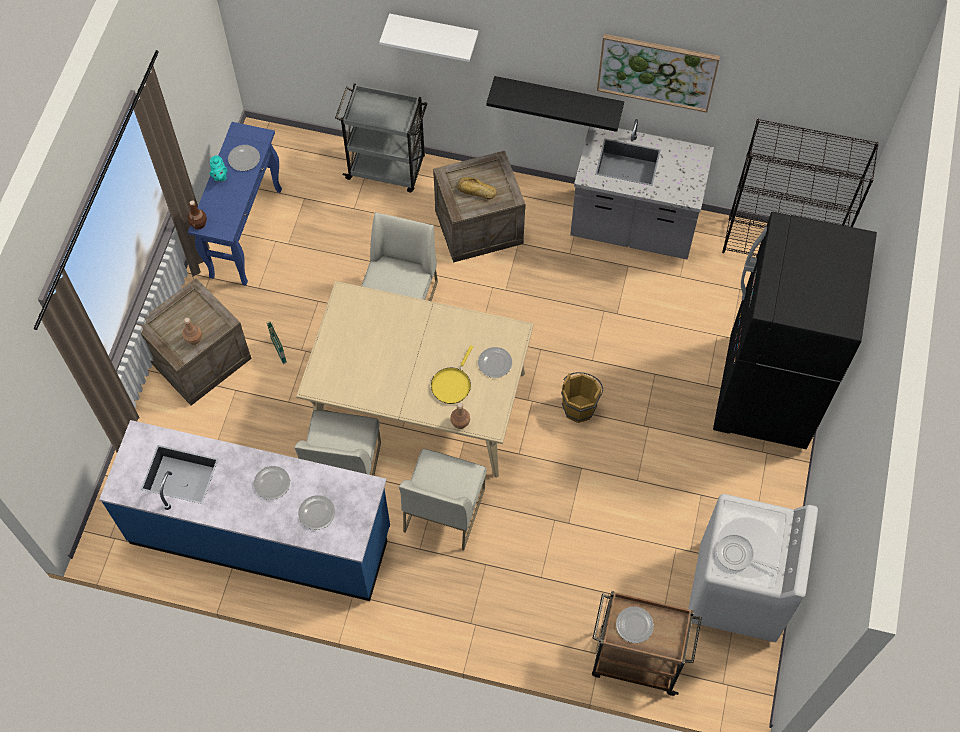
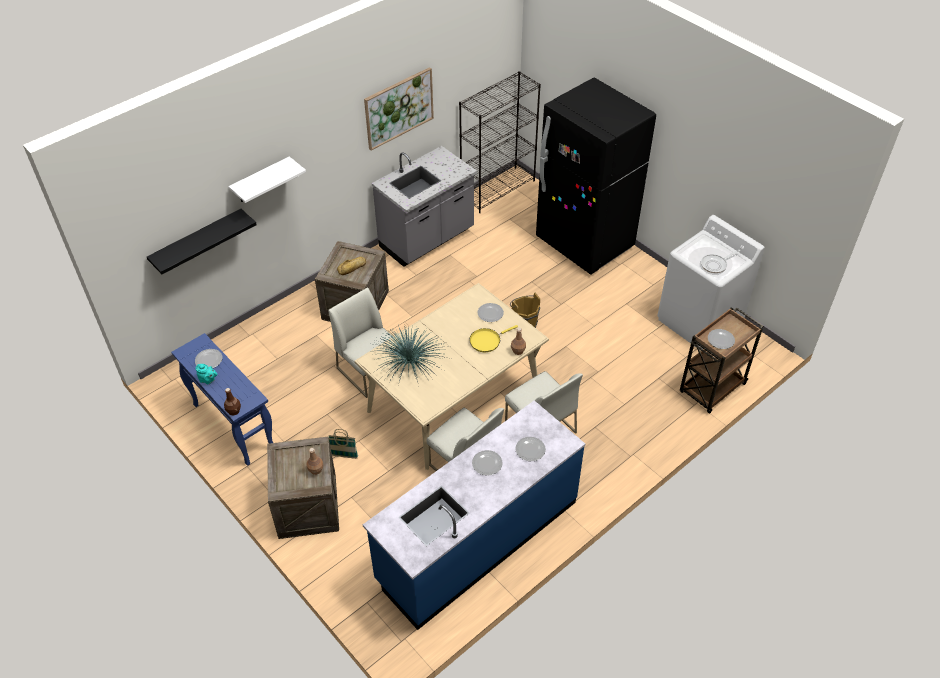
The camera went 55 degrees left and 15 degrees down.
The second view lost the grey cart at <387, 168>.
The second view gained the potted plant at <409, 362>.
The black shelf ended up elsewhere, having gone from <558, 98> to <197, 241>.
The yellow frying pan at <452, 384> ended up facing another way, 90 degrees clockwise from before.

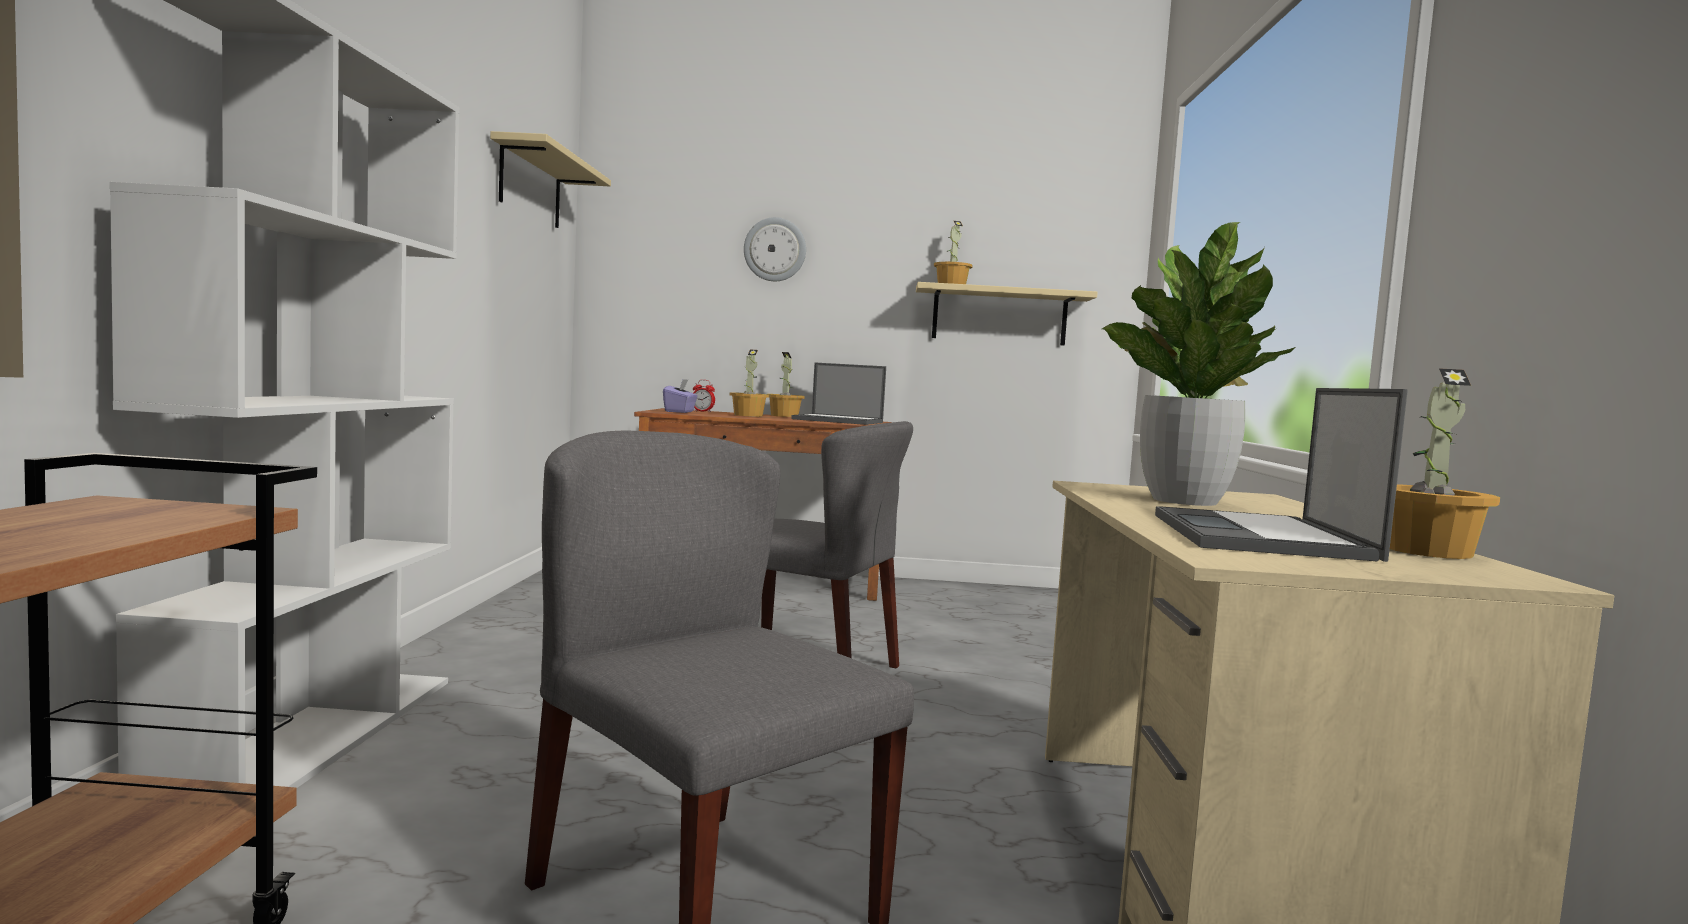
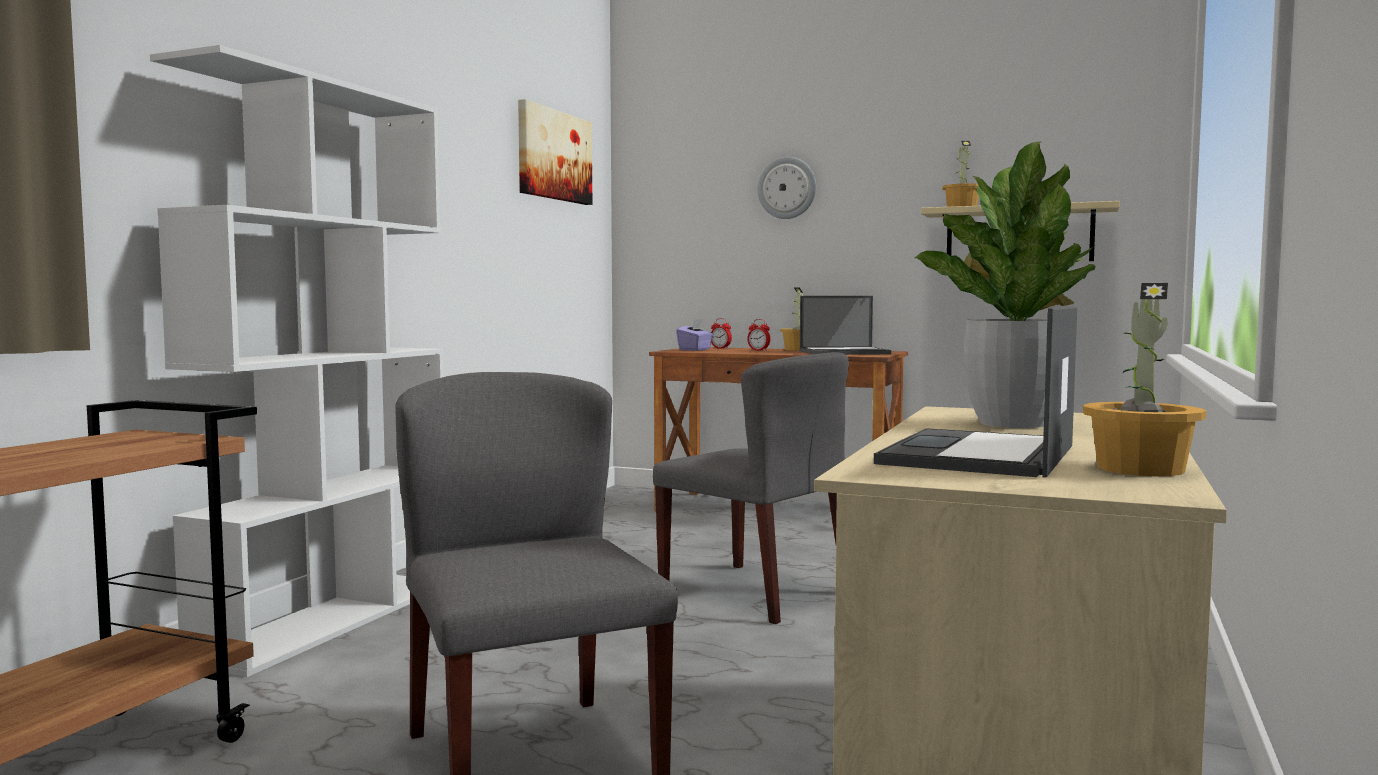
The camera went 20 degrees right and 0 degrees up.
Where the beige shelf hung at <530, 186>, the picture came to hang at <554, 155>.
Where the potted plant stood at <748, 415>, the alarm clock came to stand at <758, 350>.
The laptop at <839, 421> ended up facing another way, 45 degrees counterclockwise from before.

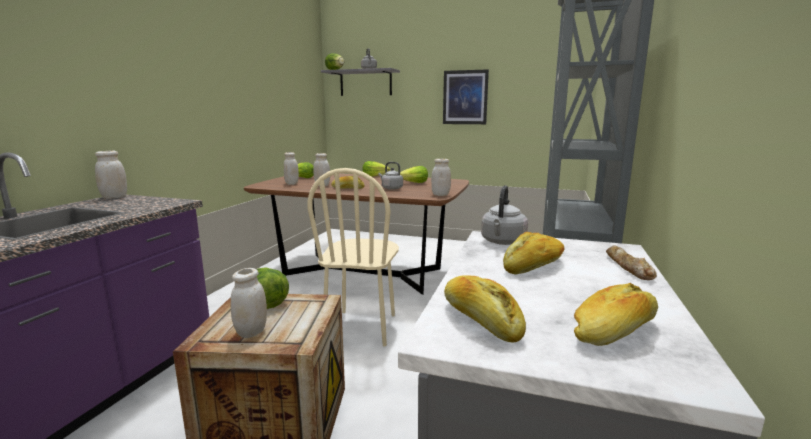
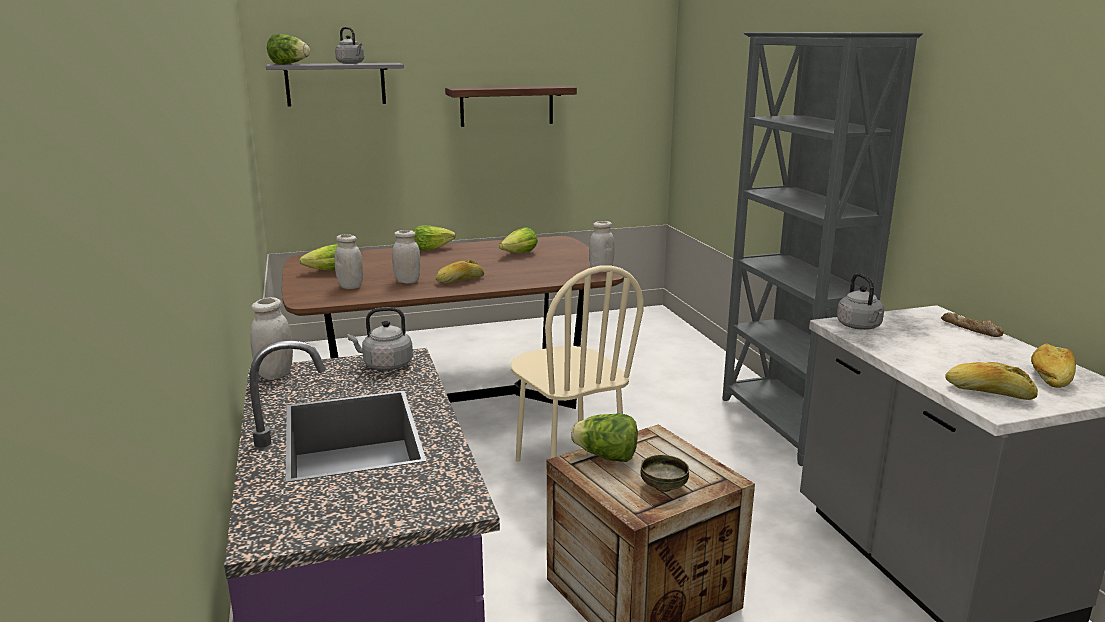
The camera went 35 degrees left and 5 degrees up.
The second view lost the bread at <534, 266>.
The grey kettle ended up elsewhere, having gone from <391, 188> to <385, 365>.
Where the white jar stood at <251, 332>, the bowl came to stand at <663, 487>.
Where the picture hung at <465, 97>, the shelf came to hang at <507, 105>.

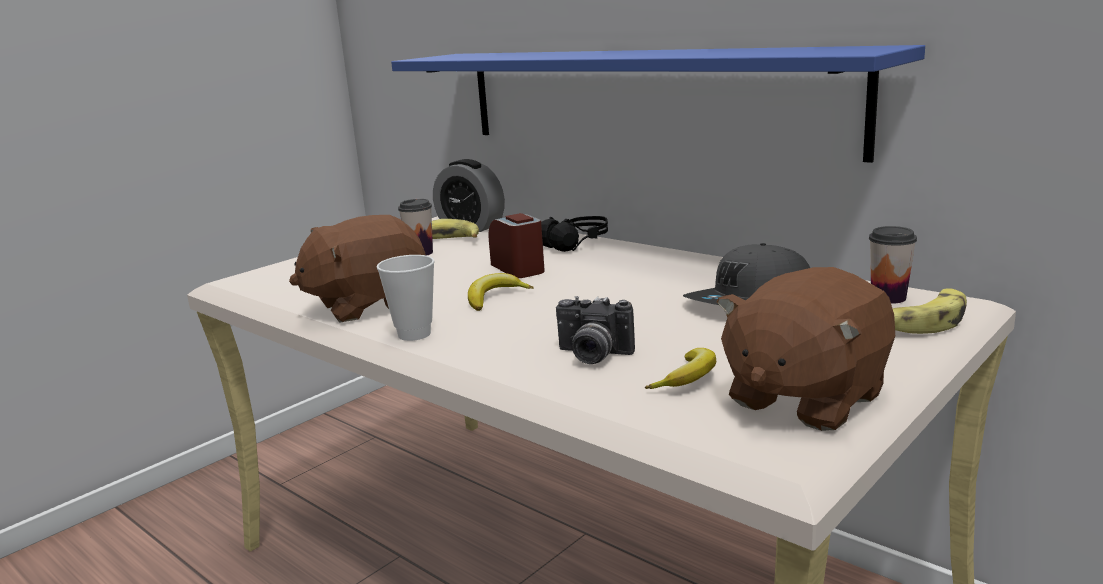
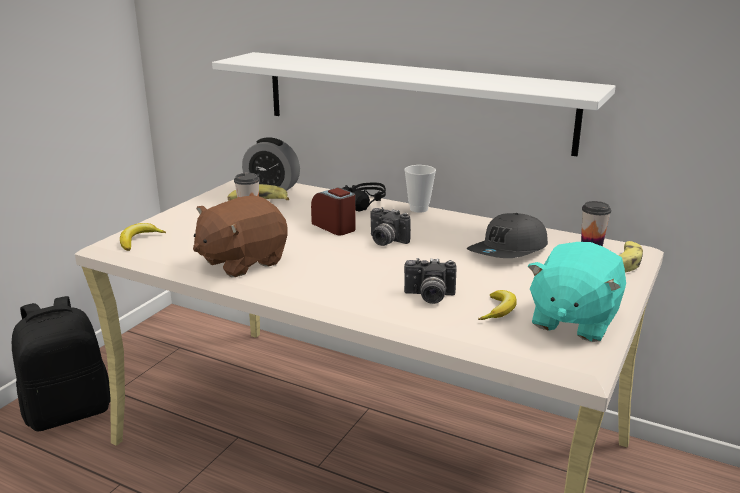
The camera went 15 degrees left and 5 degrees up.
The second view gained the black backpack at <69, 411>.
The second view gained the photo camera at <385, 241>.
The cup ended up elsewhere, having gone from <414, 334> to <418, 209>.
The banana ended up elsewhere, having gone from <495, 298> to <139, 240>.
What was the blue shelf at <643, 98> turned into the white shelf at <412, 100>.
What was the brown plush toy at <804, 398> turned into the turquoise plush toy at <573, 320>.

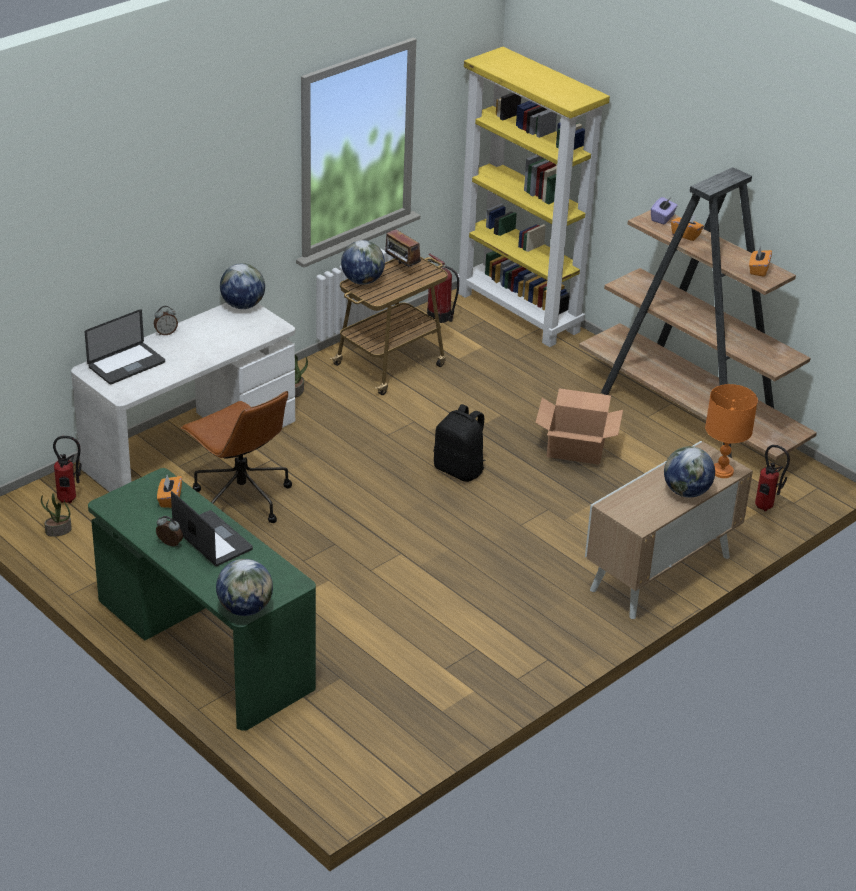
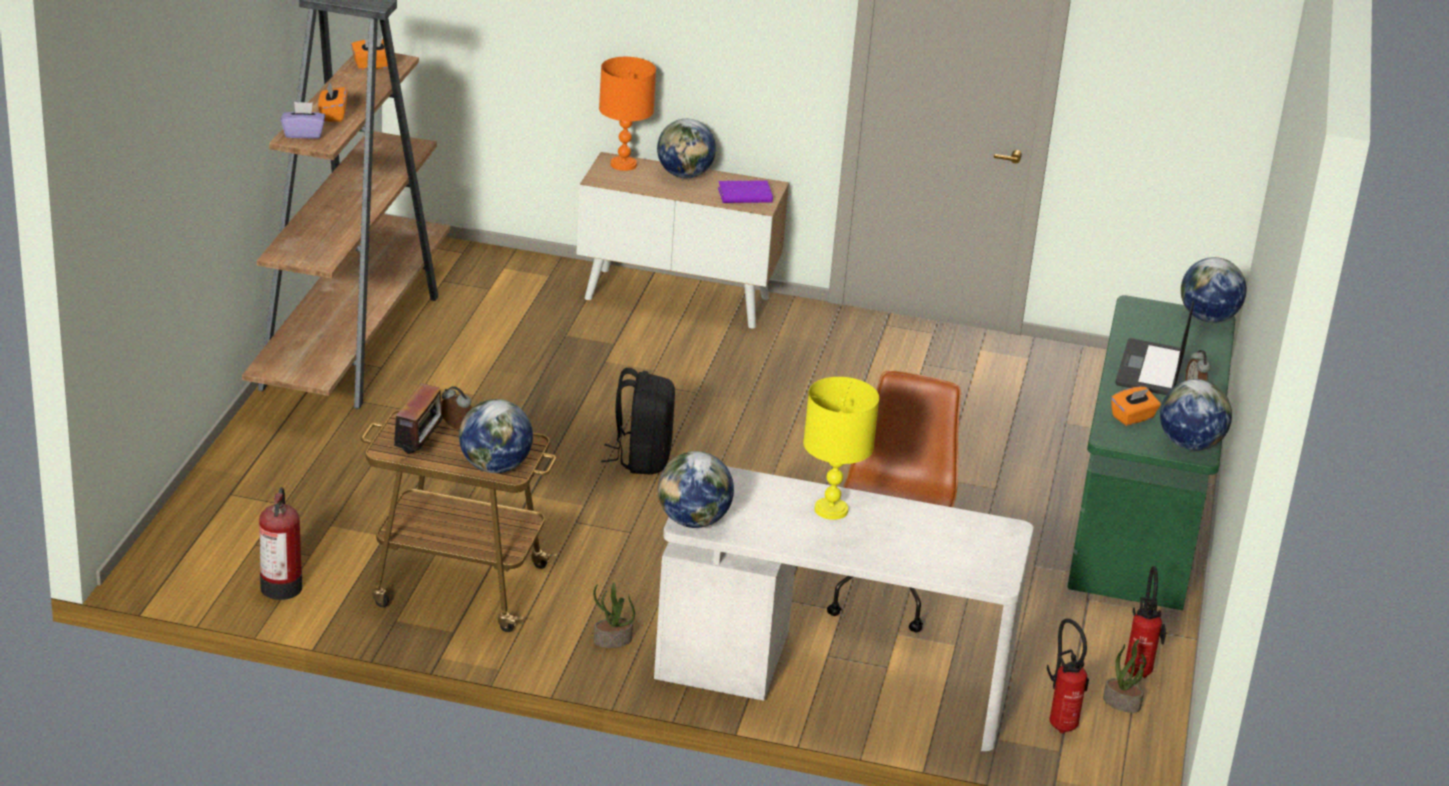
The camera went 125 degrees left and 5 degrees down.
The second view lost the laptop at <126, 365>.
The second view lost the yellow bookcase at <519, 312>.
The second view lost the cardboard box at <576, 446>.
The second view gained the purple book at <745, 195>.
The second view gained the yellow table lamp at <832, 510>.
The second view gained the globe at <1189, 444>.
The alarm clock ended up elsewhere, having gone from <166, 333> to <456, 428>.
The fire extinguisher ended up elsewhere, having gone from <766, 508> to <1139, 669>.

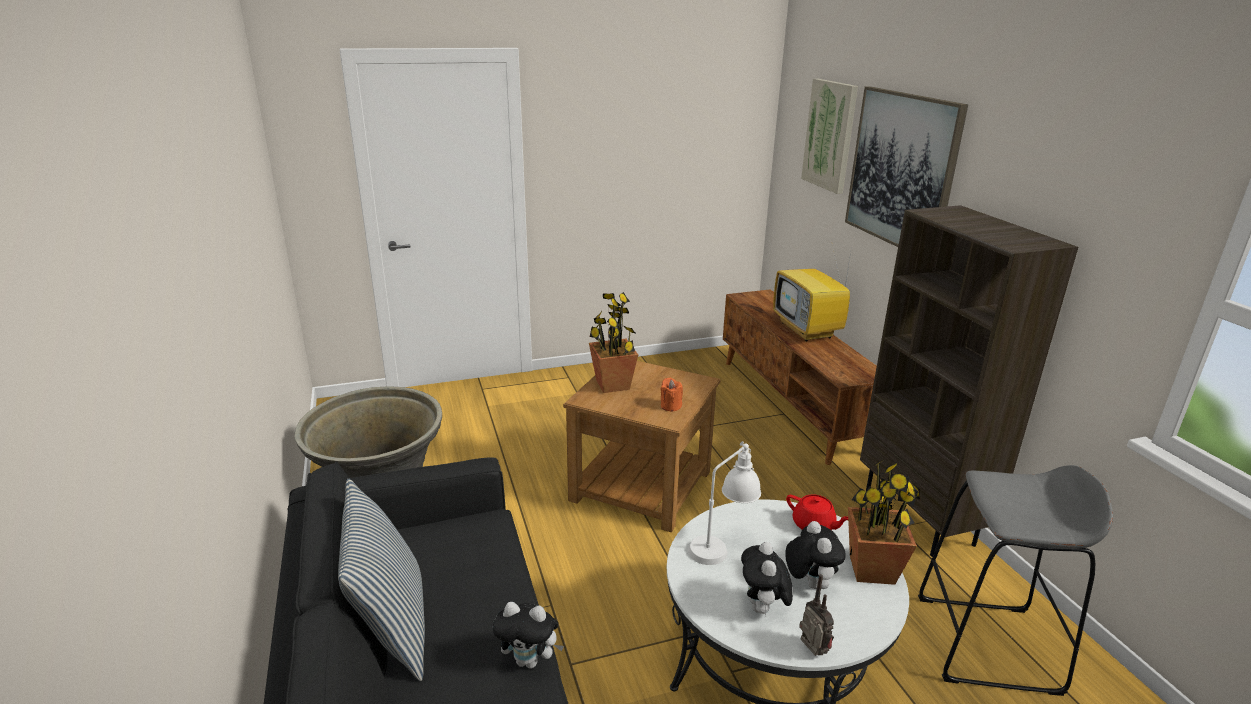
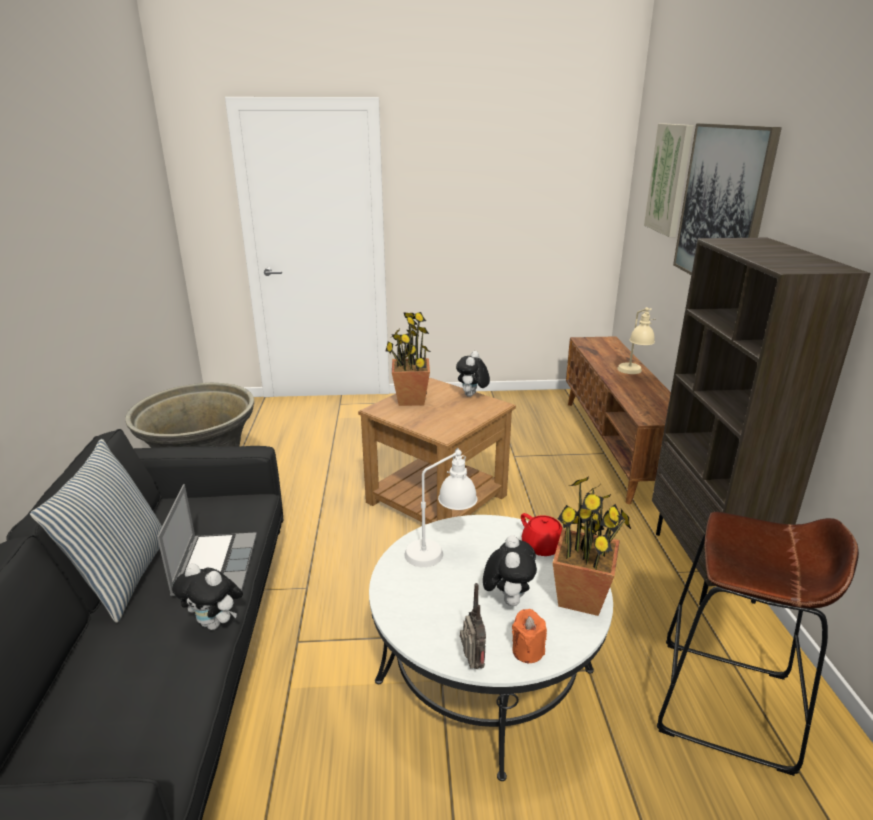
The camera went 15 degrees right and 0 degrees up.
The second view gained the laptop at <215, 565>.
The orange candle ended up elsewhere, having gone from <670, 406> to <527, 651>.
The plush toy ended up elsewhere, having gone from <763, 609> to <472, 396>.
Where the television stood at <808, 330>, the beige table lamp came to stand at <633, 373>.
What was the grey stool at <987, 644> turned into the brown stool at <725, 704>.

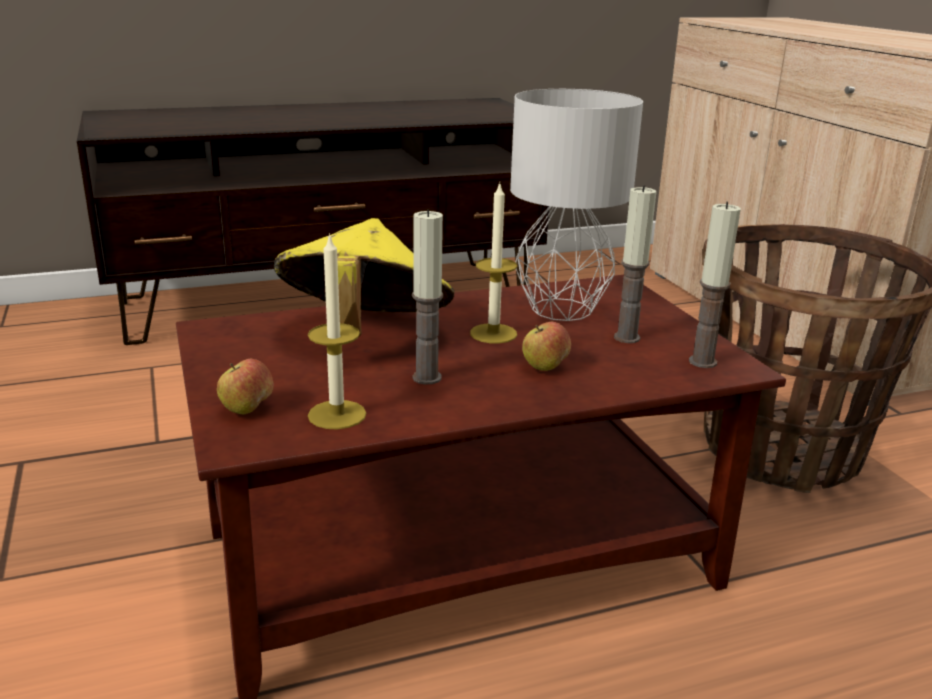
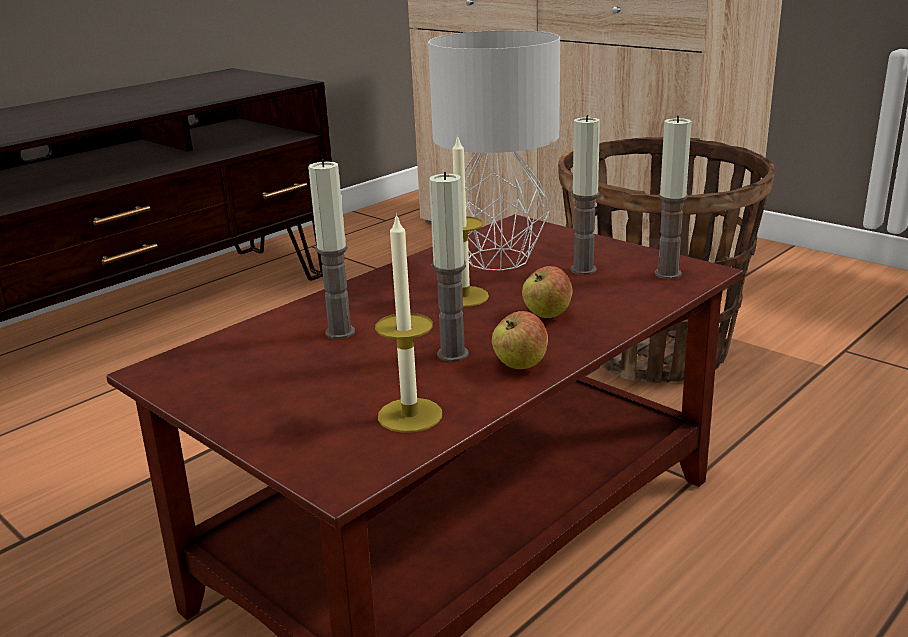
The camera went 25 degrees left and 0 degrees up.
The apple ended up elsewhere, having gone from <247, 410> to <520, 365>.
Where the yellow hat stood at <364, 336>, the candle came to stand at <340, 332>.

